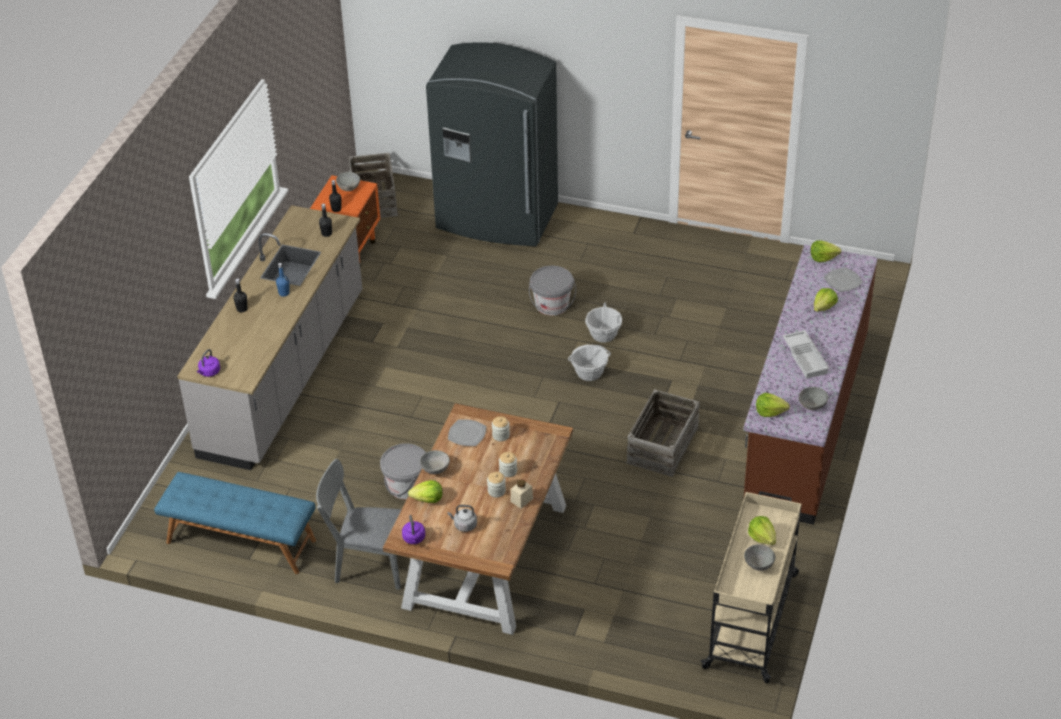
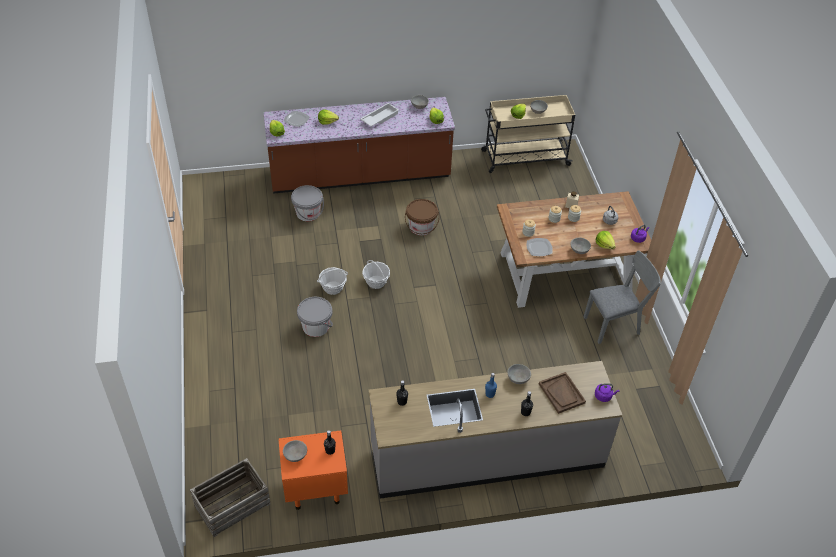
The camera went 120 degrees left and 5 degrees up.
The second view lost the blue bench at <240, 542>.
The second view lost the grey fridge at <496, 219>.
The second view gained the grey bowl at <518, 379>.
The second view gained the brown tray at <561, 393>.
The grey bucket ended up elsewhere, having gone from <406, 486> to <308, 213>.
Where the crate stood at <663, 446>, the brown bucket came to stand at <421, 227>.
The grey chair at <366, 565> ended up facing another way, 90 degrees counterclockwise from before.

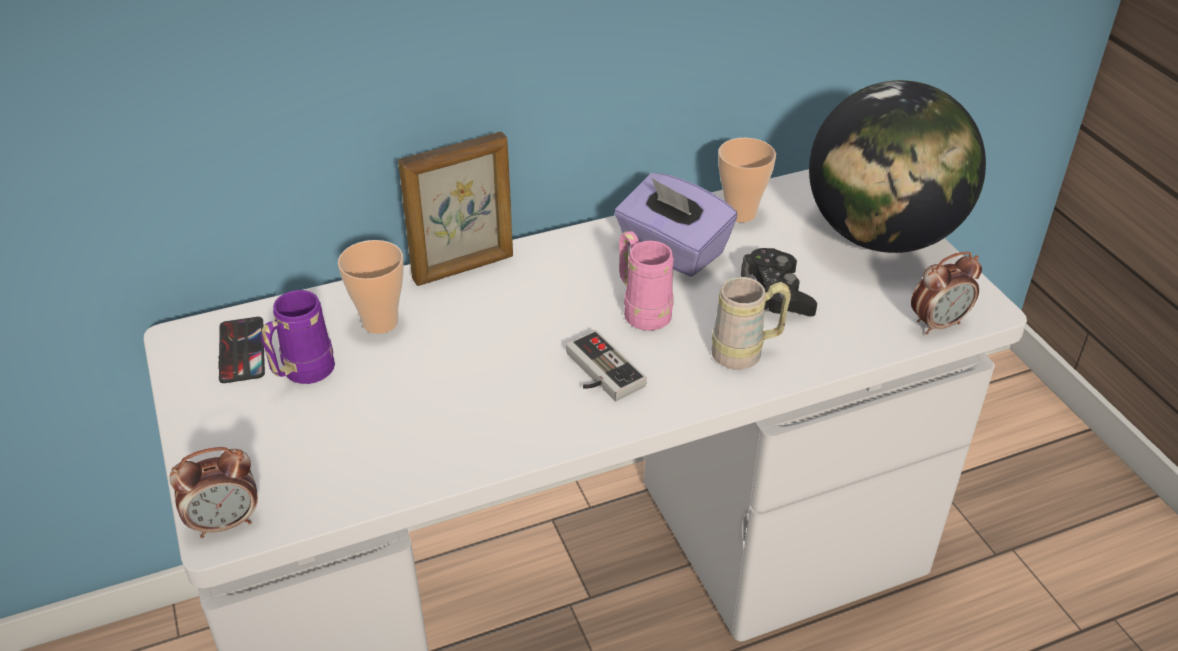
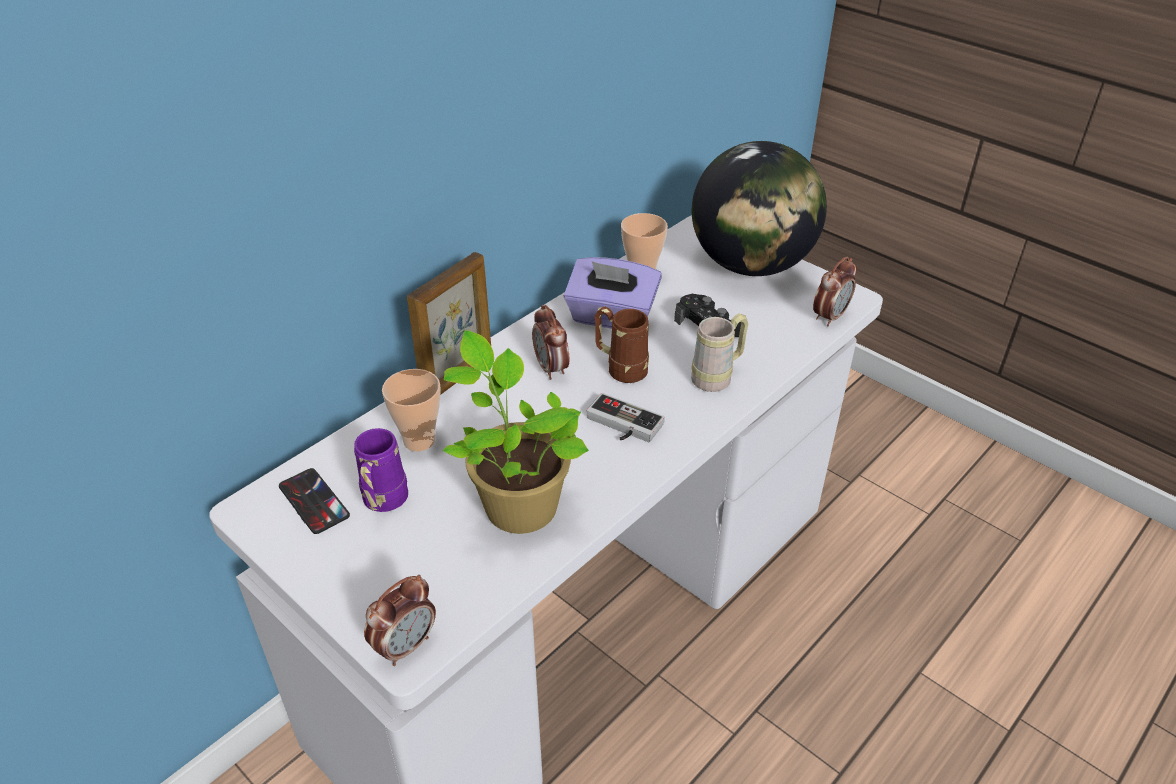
The camera went 25 degrees left and 0 degrees up.
The second view gained the potted plant at <517, 504>.
The second view gained the alarm clock at <551, 368>.
What was the pink mug at <642, 310> turned into the brown mug at <620, 368>.

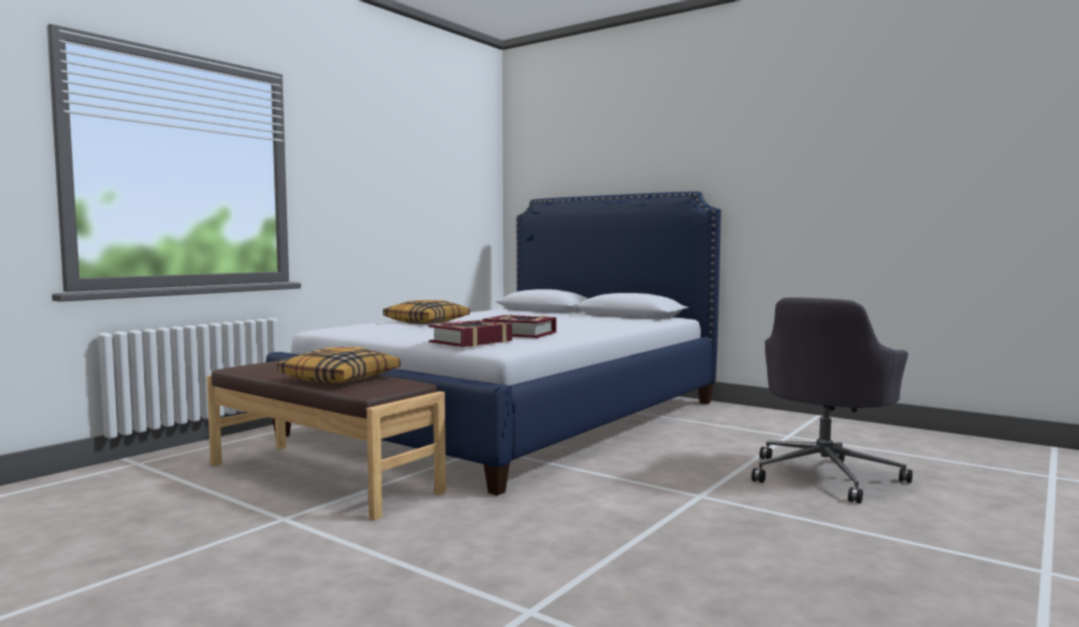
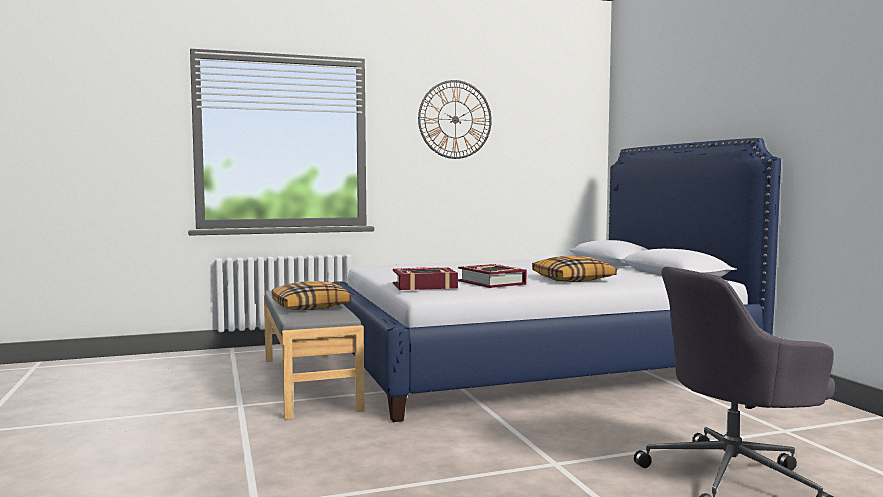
The camera went 35 degrees right and 0 degrees up.
The second view gained the wall clock at <455, 119>.
The pillow ended up elsewhere, having gone from <427, 322> to <573, 279>.
What was the brown bench at <322, 477> turned into the grey bench at <310, 383>.

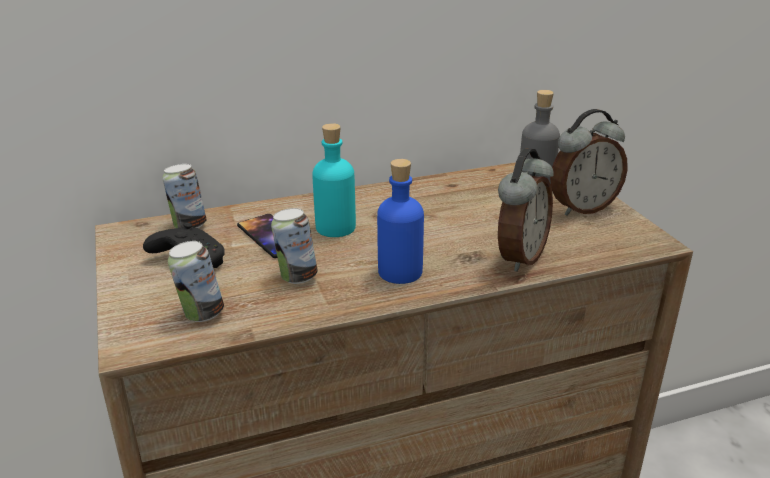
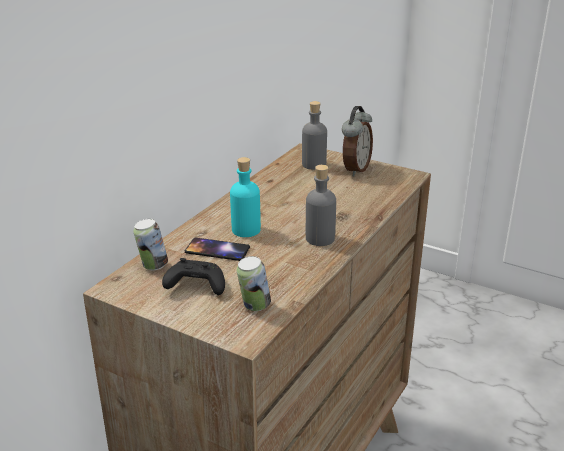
The camera went 40 degrees left and 0 degrees up.
The second view lost the can at <296, 277>.
The second view lost the alarm clock at <519, 257>.
What was the blue bottle at <400, 272> turned into the grey bottle at <320, 238>.

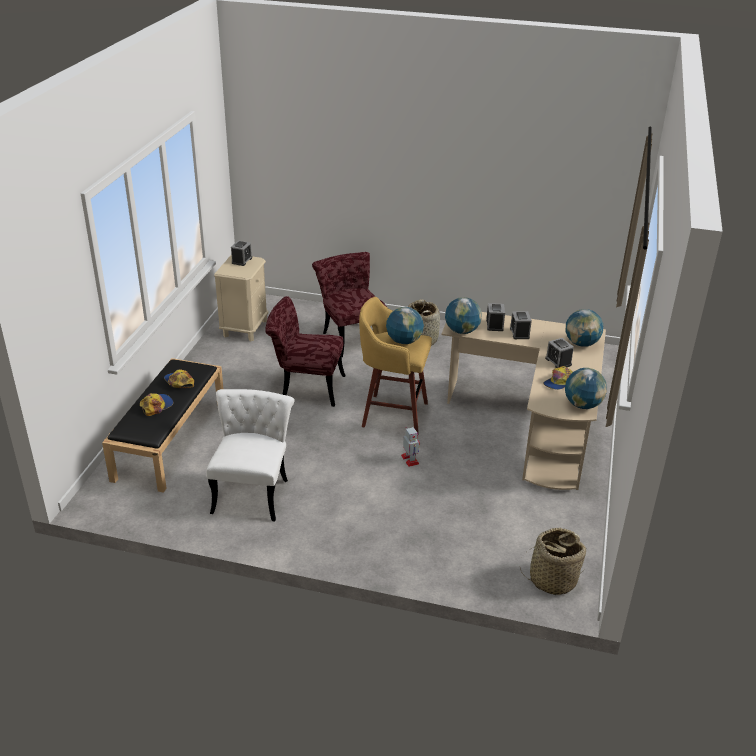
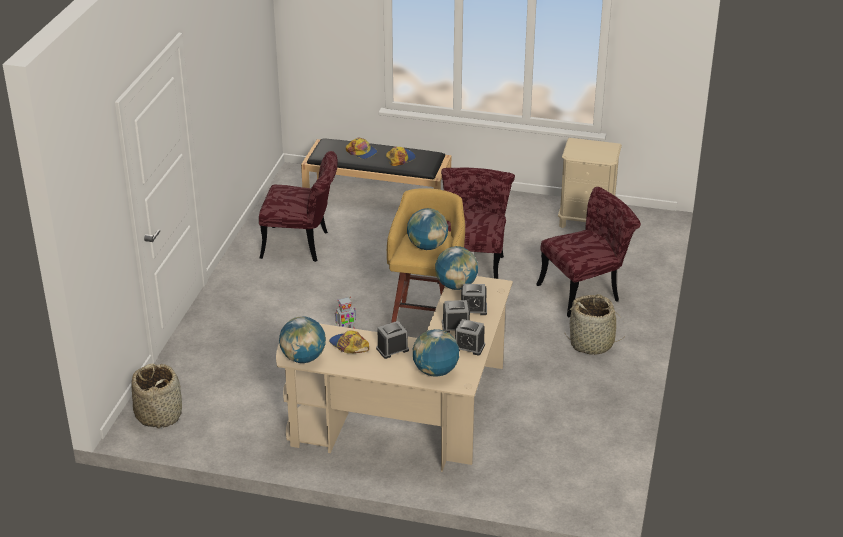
The camera went 90 degrees right and 0 degrees up.
The alarm clock ended up elsewhere, having gone from <242, 260> to <469, 347>.
What was the white chair at <253, 490> turned into the red chair at <302, 245>.

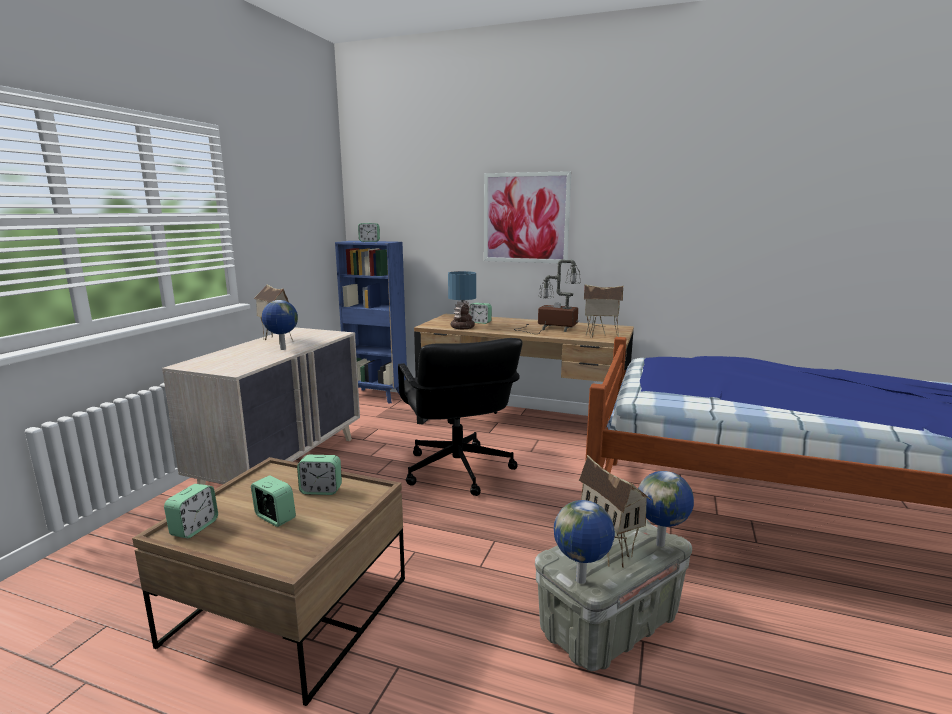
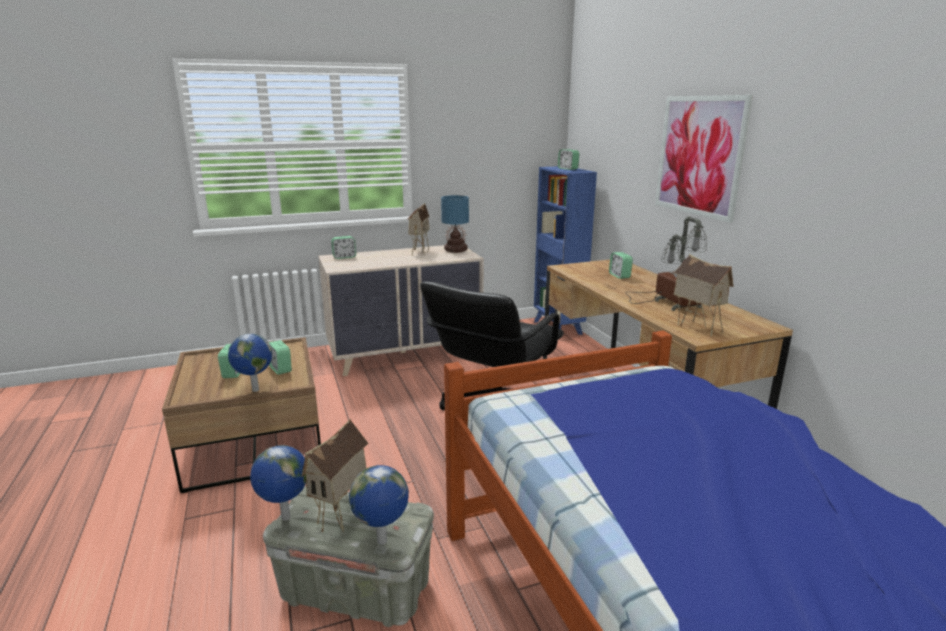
The camera went 50 degrees right and 5 degrees up.
The alarm clock ended up elsewhere, having gone from <194, 528> to <344, 257>.
The globe ended up elsewhere, having gone from <282, 349> to <254, 390>.
The table lamp ended up elsewhere, having gone from <462, 327> to <455, 250>.

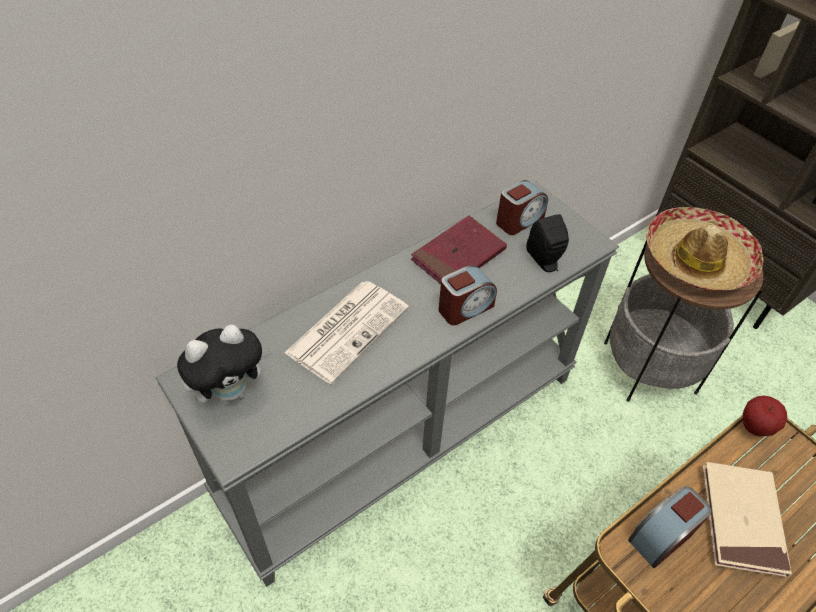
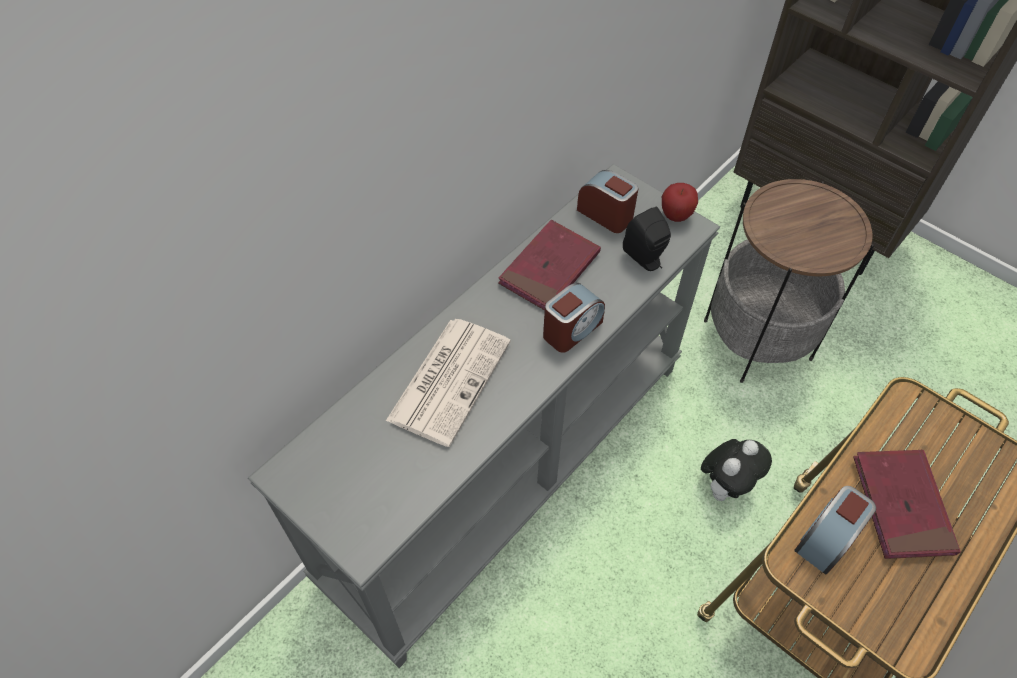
The camera went 10 degrees left and 5 degrees up.
The second view lost the hat at <697, 259>.
The plush toy ended up elsewhere, having gone from <232, 391> to <726, 485>.
The apple ended up elsewhere, having gone from <754, 427> to <676, 216>.
What was the beige book at <741, 520> turned into the red book at <901, 505>.
The alarm clock at <519, 220> ended up facing another way, 90 degrees counterclockwise from before.

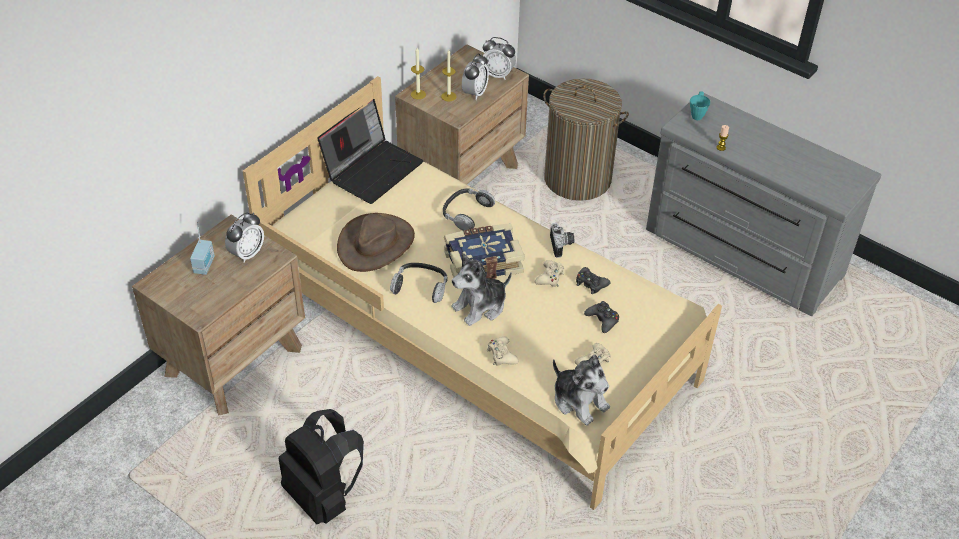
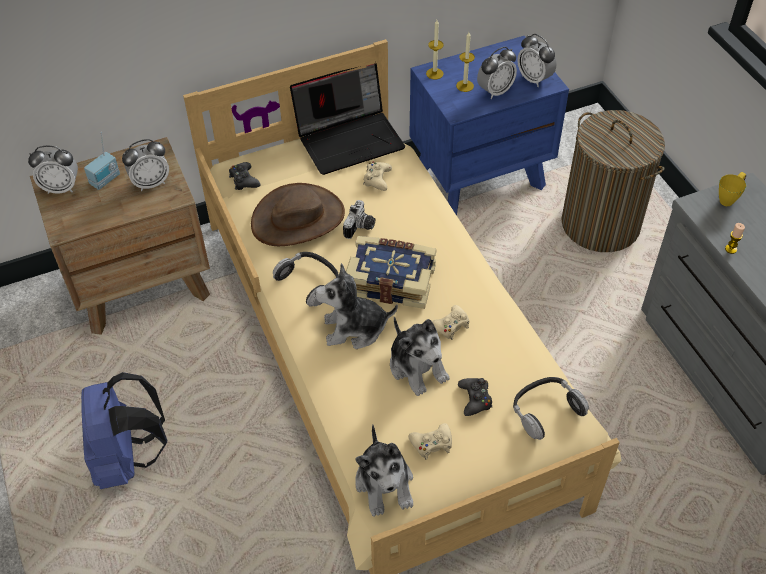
The camera went 30 degrees right and 5 degrees up.
The second view gained the alarm clock at <61, 188>.
The second view gained the plush toy at <417, 367>.
The headphones ended up elsewhere, having gone from <466, 213> to <546, 410>.
The beige game controller ended up elsewhere, having gone from <501, 355> to <377, 179>.
The photo camera ended up elsewhere, having gone from <562, 245> to <361, 227>.
The black game controller ended up elsewhere, having gone from <591, 283> to <244, 180>.
What was the black backpack at <324, 496> turned into the blue backpack at <127, 458>.
What was the brown nightstand at <462, 174> turned into the blue nightstand at <480, 176>.
What was the turquoise mug at <697, 114> turned into the yellow mug at <729, 198>.

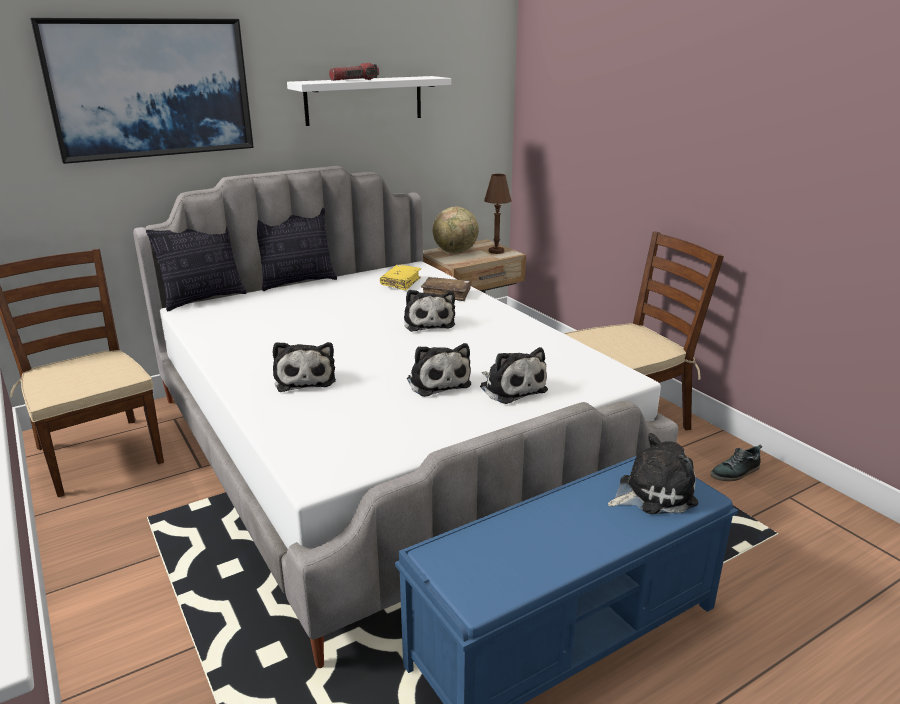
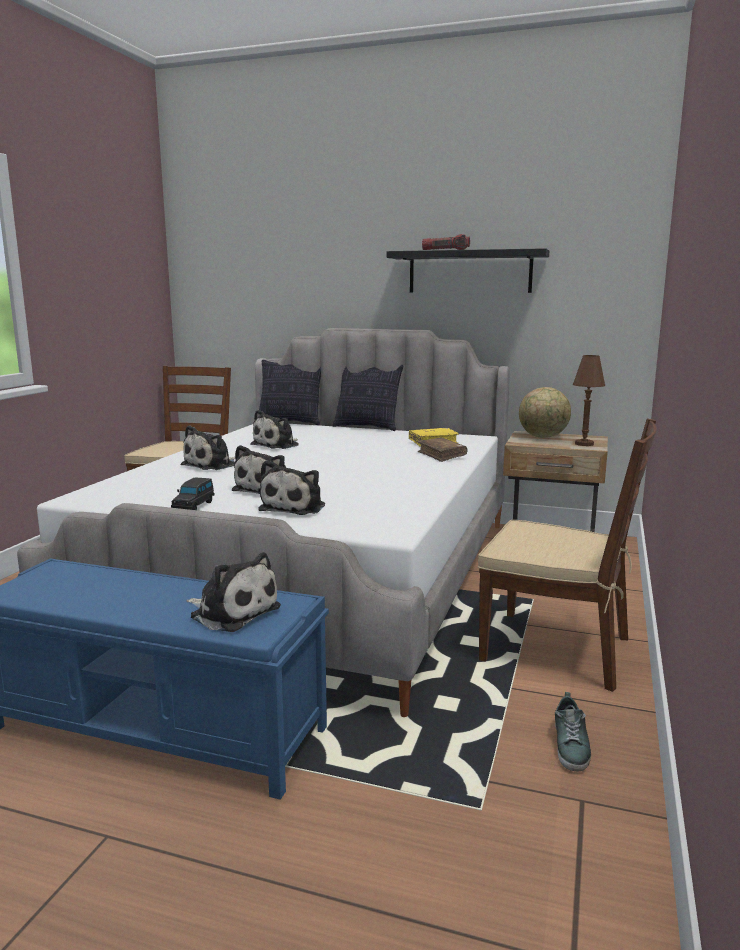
The camera went 50 degrees right and 10 degrees down.
The second view lost the picture at <151, 88>.
The second view gained the black toy car at <194, 506>.
The plush toy ended up elsewhere, having gone from <428, 322> to <277, 445>.
What was the white shelf at <364, 100> turned into the black shelf at <469, 272>.
The shoe at <735, 472> ended up facing another way, 105 degrees counterclockwise from before.

